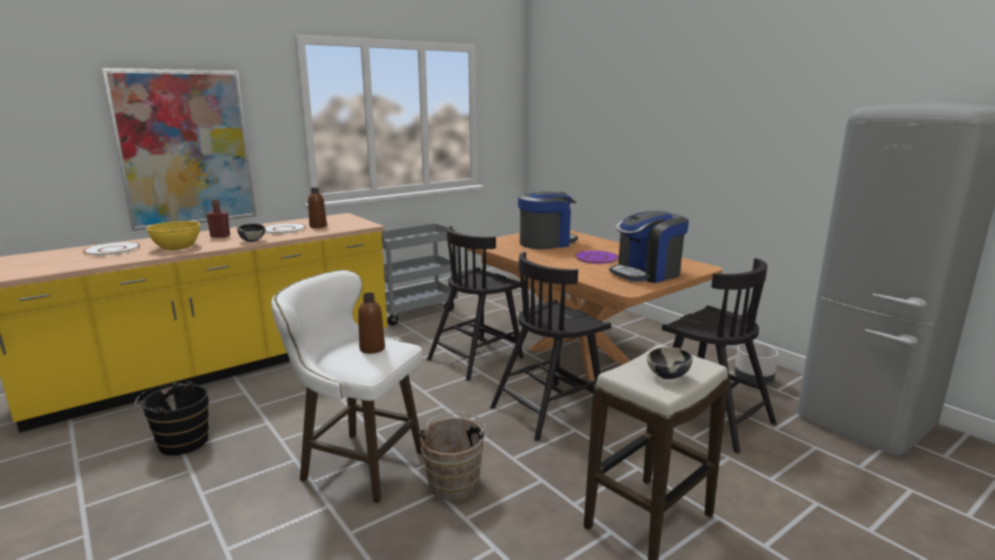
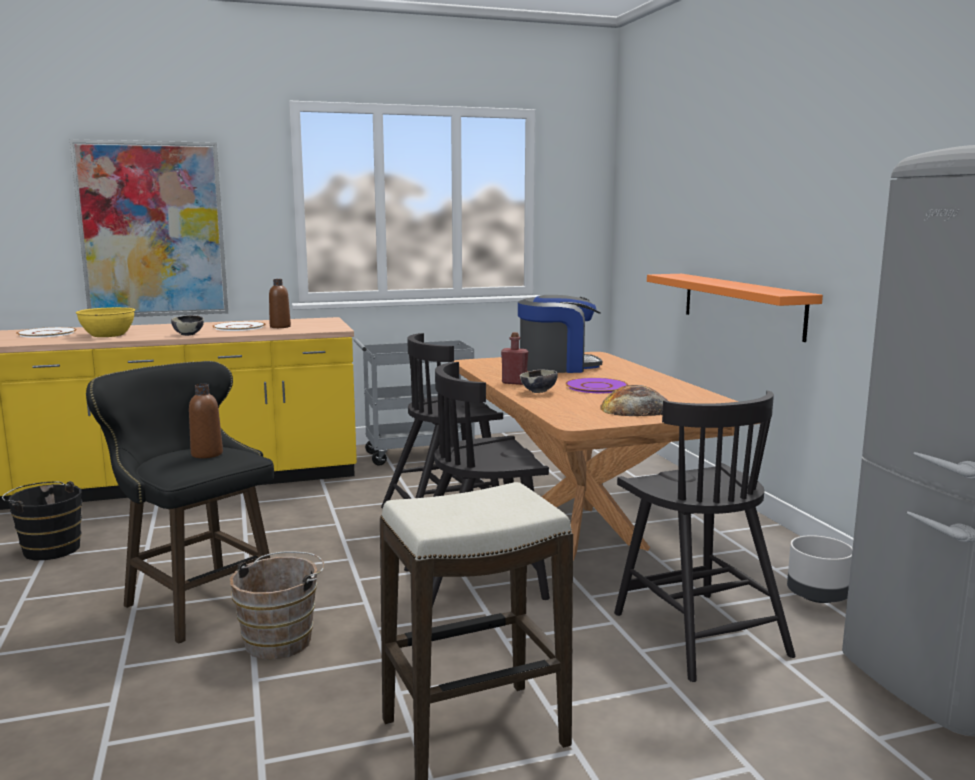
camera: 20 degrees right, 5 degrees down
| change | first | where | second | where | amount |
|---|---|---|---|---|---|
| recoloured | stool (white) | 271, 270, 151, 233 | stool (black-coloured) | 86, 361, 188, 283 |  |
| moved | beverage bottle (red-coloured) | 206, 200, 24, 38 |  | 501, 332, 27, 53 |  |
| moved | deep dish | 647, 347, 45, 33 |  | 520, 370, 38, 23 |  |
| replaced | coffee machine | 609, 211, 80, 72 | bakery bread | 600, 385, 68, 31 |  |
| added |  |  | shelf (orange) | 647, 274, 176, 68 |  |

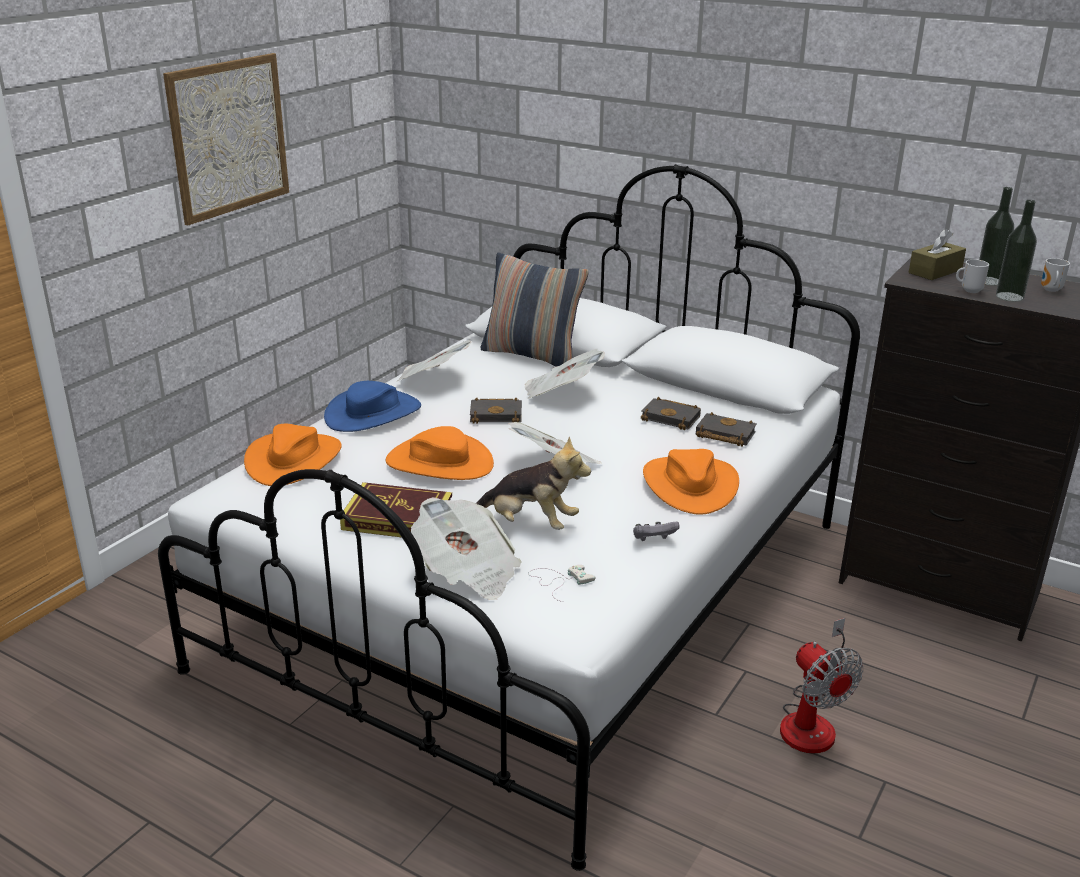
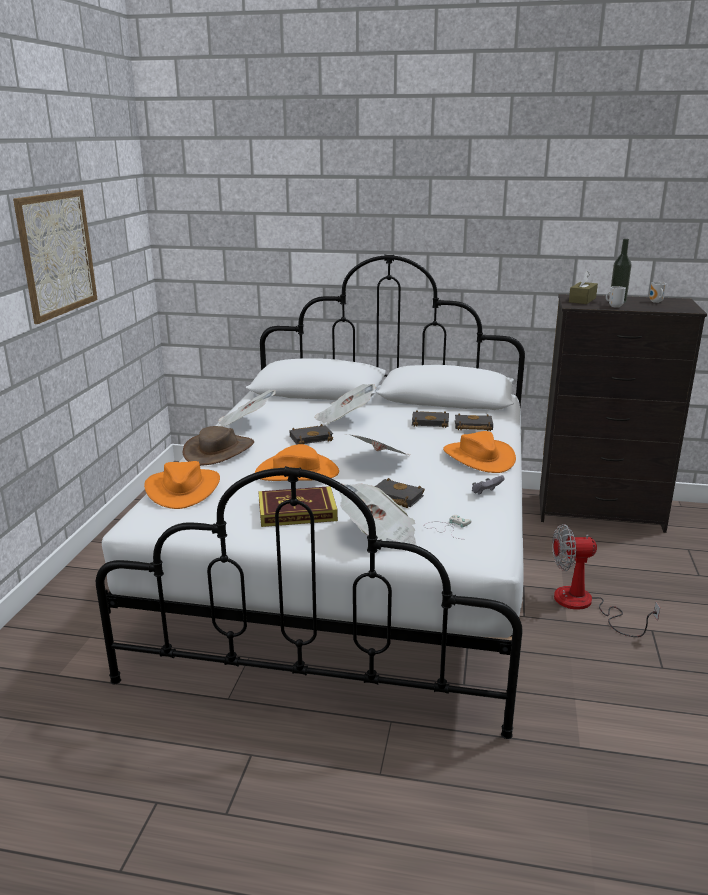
camera: 20 degrees left, 5 degrees down
| change | first | where | second | where | amount |
|---|---|---|---|---|---|
| recoloured | wearable hat (blue) | 324, 381, 97, 51 | wearable hat (brown) | 183, 426, 71, 40 |  |
| replaced | plush toy | 476, 437, 115, 93 | book (black-coloured) | 375, 478, 50, 30 |  |
| turned | cooling fan | 780, 618, 83, 136 |  | 552, 524, 108, 113 | 135 degrees clockwise |
| removed | throw pillow | 481, 253, 108, 114 |  |  |  |
| removed | beverage bottle | 996, 200, 41, 102 |  |  |  |

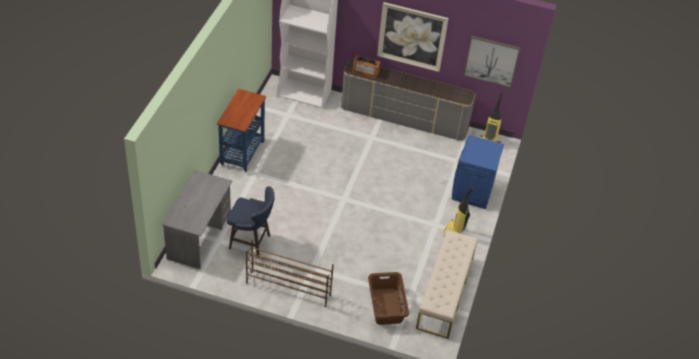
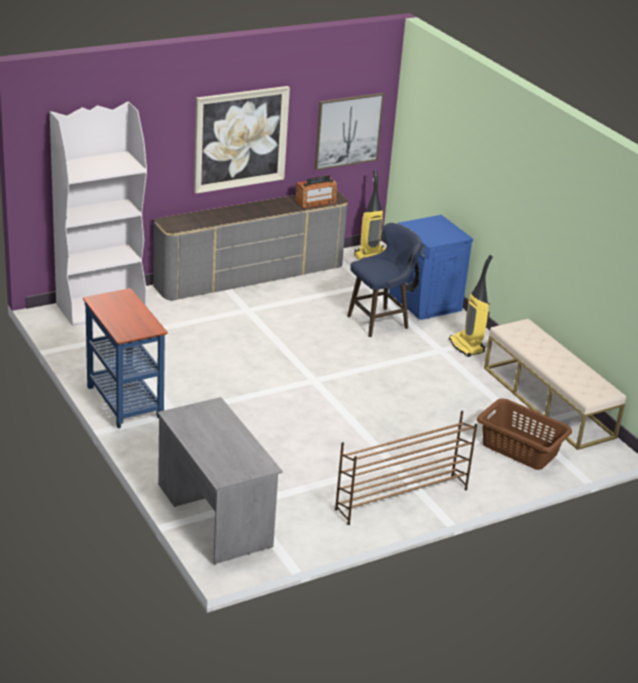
camera: 45 degrees left, 15 degrees down
| change | first | where | second | where | amount |
|---|---|---|---|---|---|
| moved | radio | 352, 55, 28, 24 |  | 295, 175, 42, 33 |  |
| moved | stool (blue) | 227, 186, 47, 71 |  | 347, 223, 75, 114 |  |

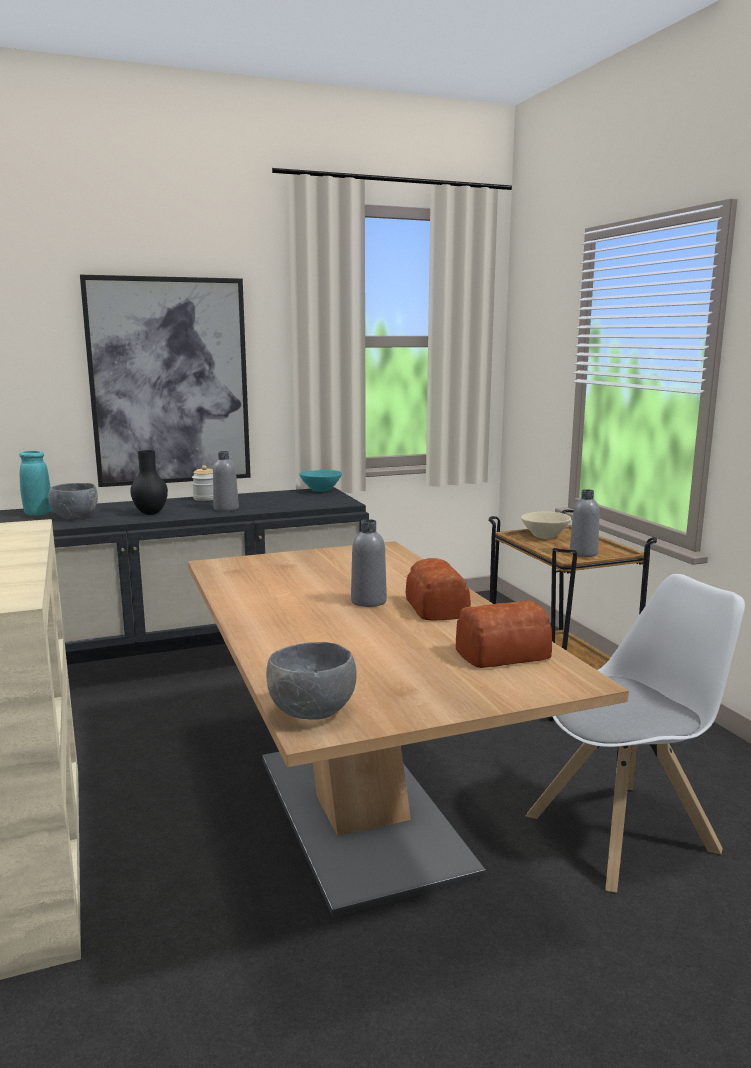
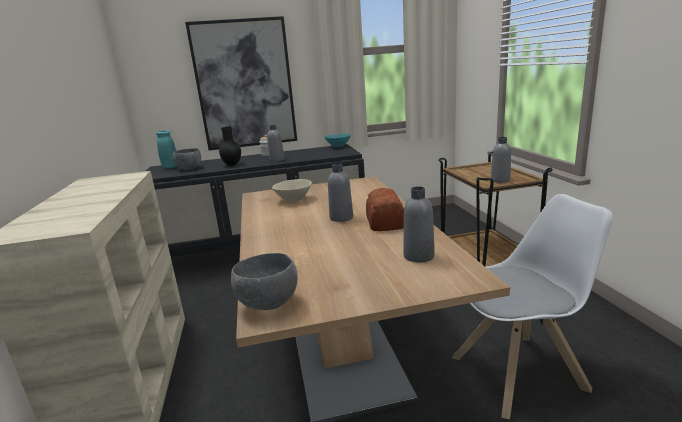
camera: 10 degrees right, 5 degrees up
| change | first | where | second | where | amount |
|---|---|---|---|---|---|
| moved | deep dish (beige) | 521, 511, 50, 28 |  | 272, 179, 40, 23 |  |
| replaced | bakery bread | 456, 600, 96, 68 | beverage bottle (gray) | 403, 186, 32, 77 |  |

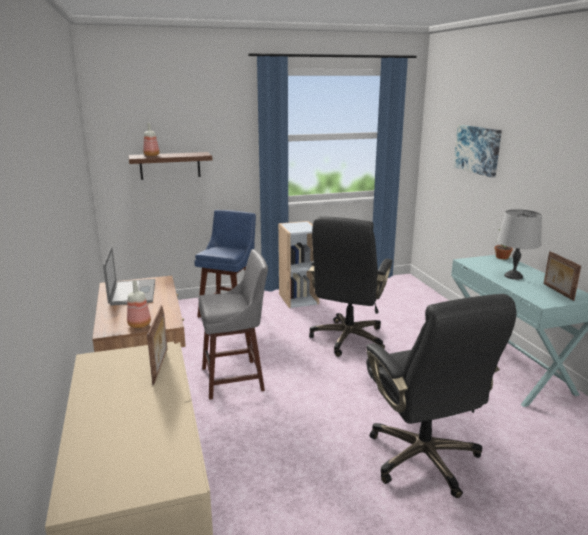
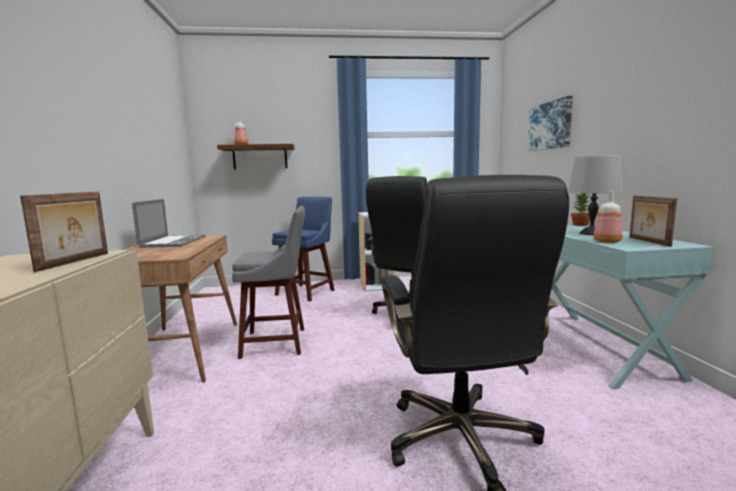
camera: 10 degrees right, 10 degrees down
| change | first | where | second | where | amount |
|---|---|---|---|---|---|
| moved | beverage bottle | 127, 281, 24, 47 |  | 593, 191, 30, 52 |  |

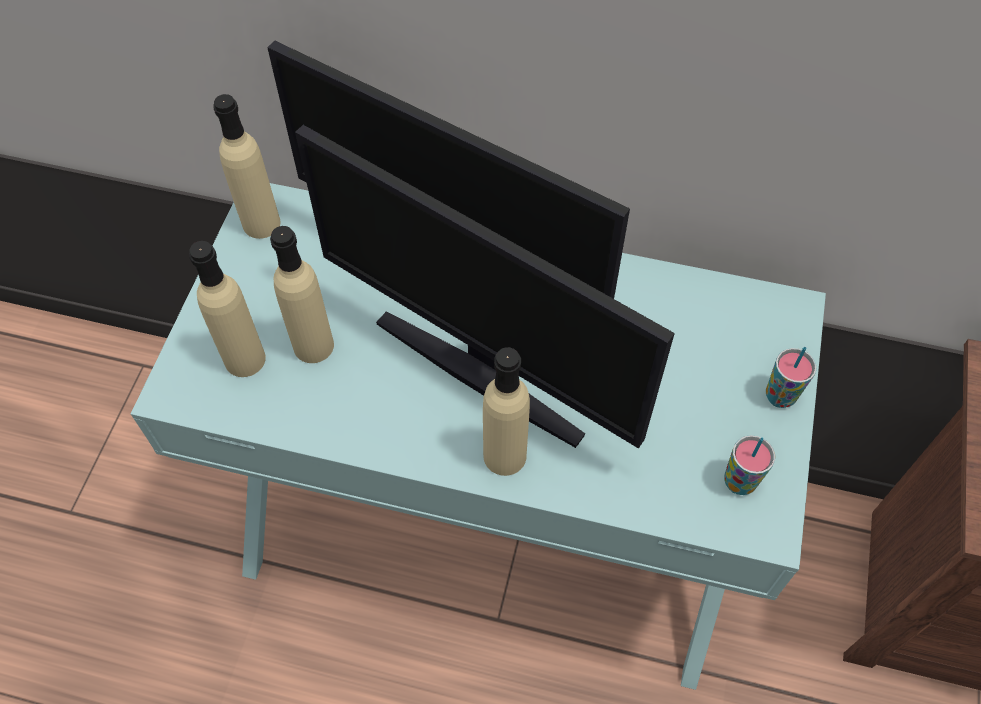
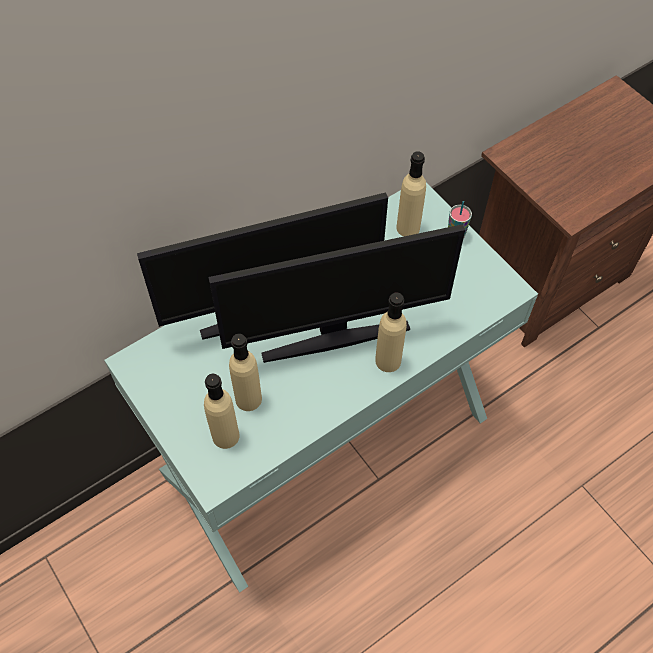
camera: 50 degrees left, 0 degrees up
| change | first | where | second | where | amount |
|---|---|---|---|---|---|
| moved | beverage bottle (beige) | 213, 94, 67, 145 |  | 396, 151, 30, 85 |  |
| removed | small cup | 724, 435, 51, 60 |  |  |  |

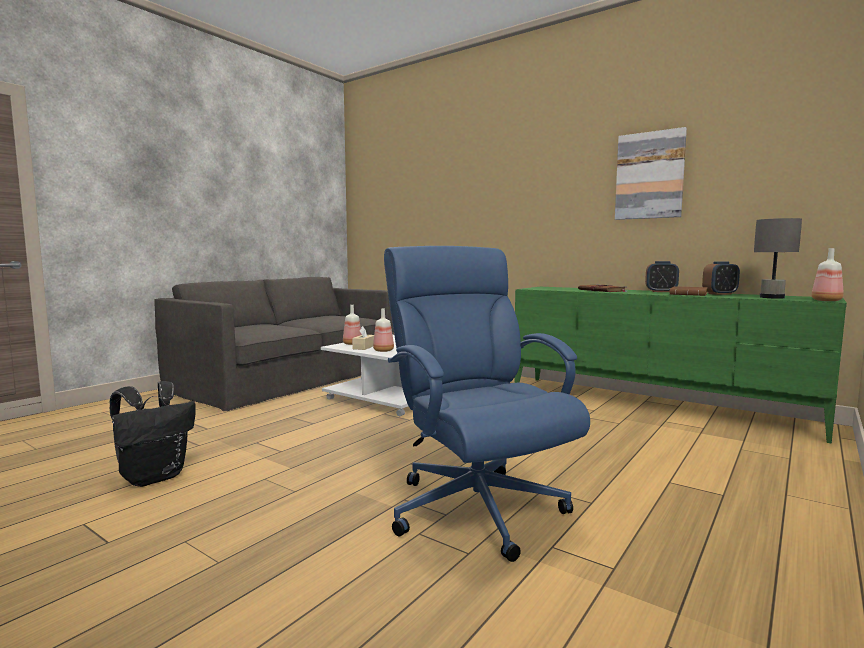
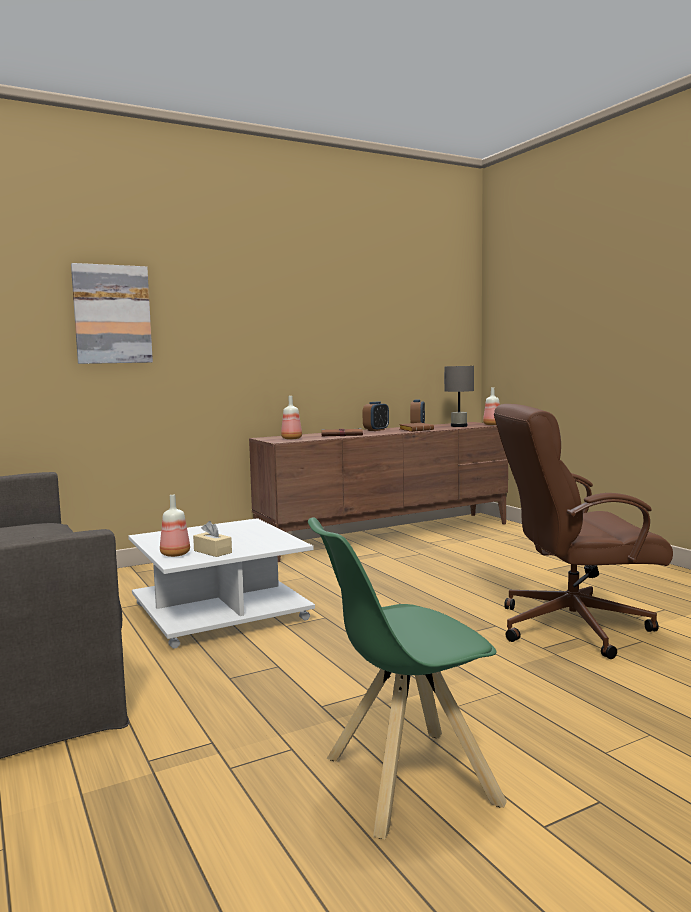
camera: 65 degrees left, 0 degrees up
| change | first | where | second | where | amount |
|---|---|---|---|---|---|
| moved | picture | 615, 127, 72, 93 |  | 71, 263, 82, 101 |  |
| recoloured | cupboard (greenish) | 514, 287, 333, 157 | cupboard (brown) | 249, 422, 259, 140 |  |
| moved | beverage bottle | 373, 309, 21, 43 |  | 281, 396, 21, 44 |  |
| replaced | backpack (black-coloured) | 110, 381, 86, 106 | upright chair (greenish) | 308, 518, 199, 321 |  |
| recoloured | computer chair (blue) | 384, 246, 206, 316 | computer chair (brown) | 494, 404, 179, 255 |  |

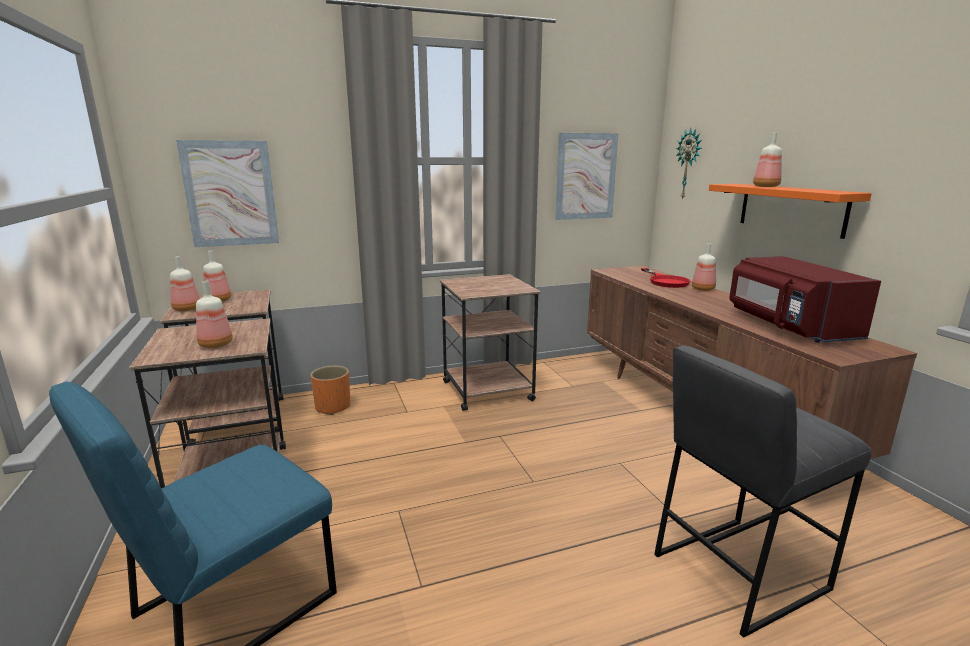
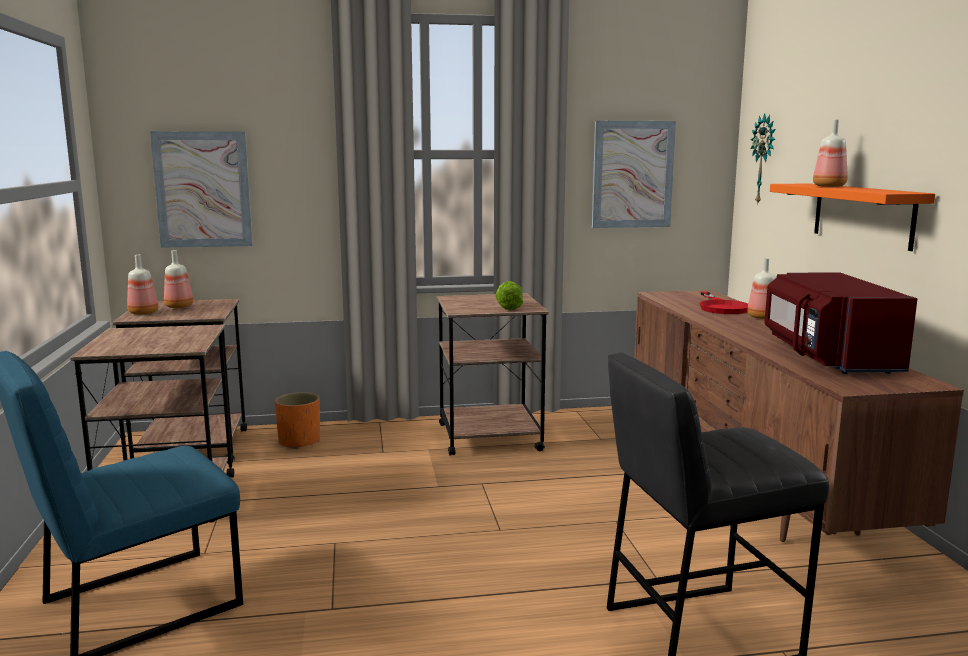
camera: 10 degrees right, 5 degrees down
| change | first | where | second | where | amount |
|---|---|---|---|---|---|
| added |  |  | lettuce head | 495, 281, 28, 29 |  |
| removed | beverage bottle | 196, 281, 37, 67 |  |  |  |

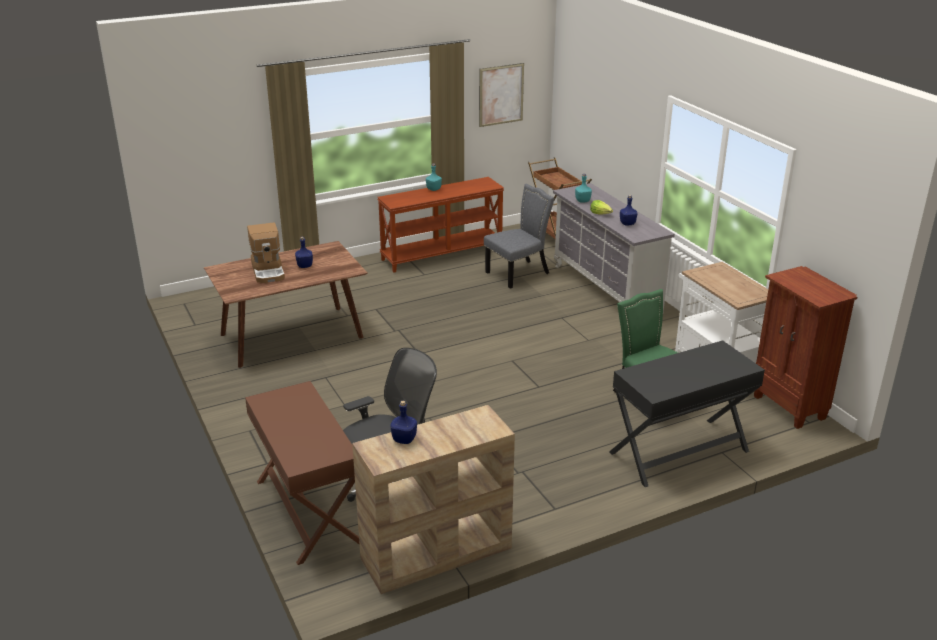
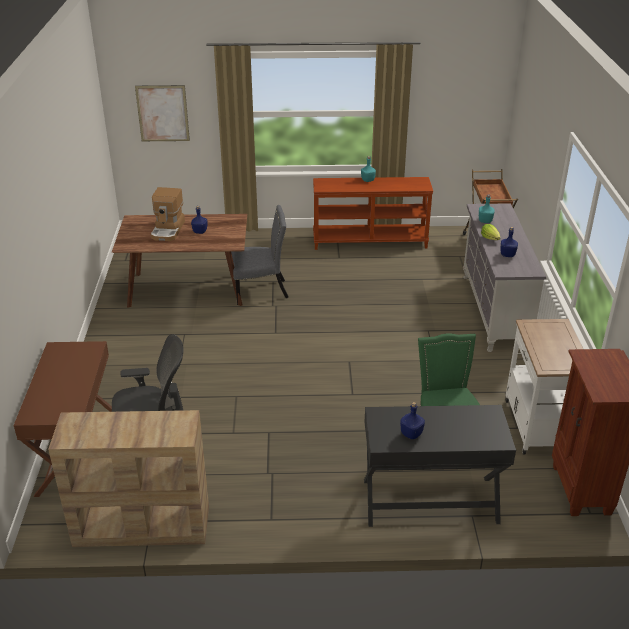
camera: 25 degrees right, 5 degrees up
| change | first | where | second | where | amount |
|---|---|---|---|---|---|
| moved | picture | 479, 63, 45, 64 |  | 135, 85, 55, 56 |  |
| moved | upright chair (gray) | 484, 184, 71, 105 |  | 231, 205, 58, 100 |  |
| moved | beverage bottle (blue) | 391, 401, 26, 43 |  | 400, 402, 25, 37 |  |

